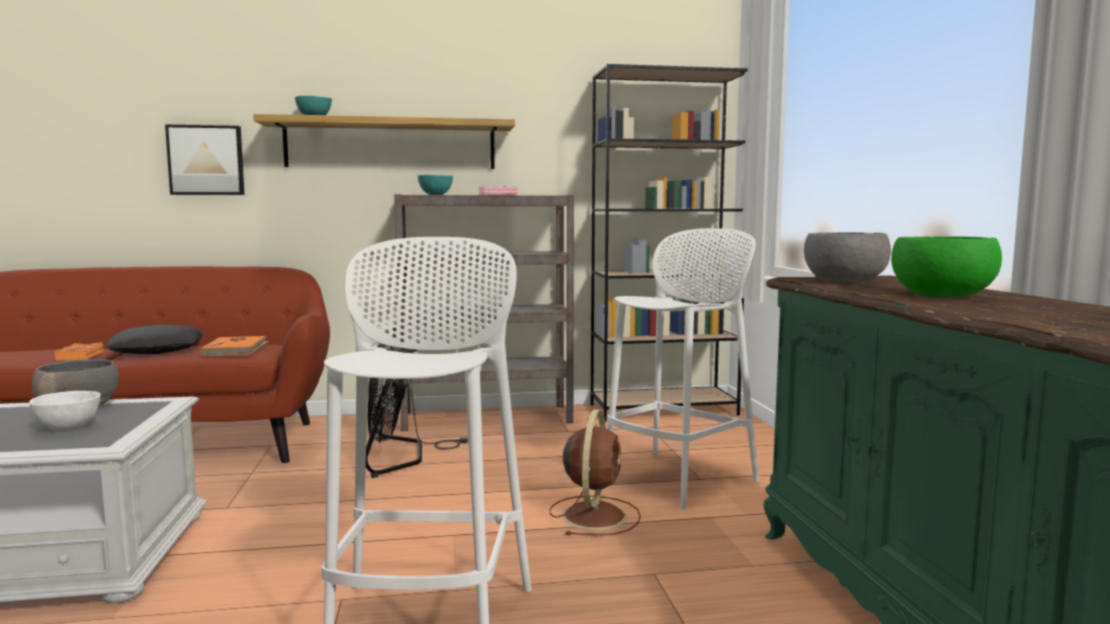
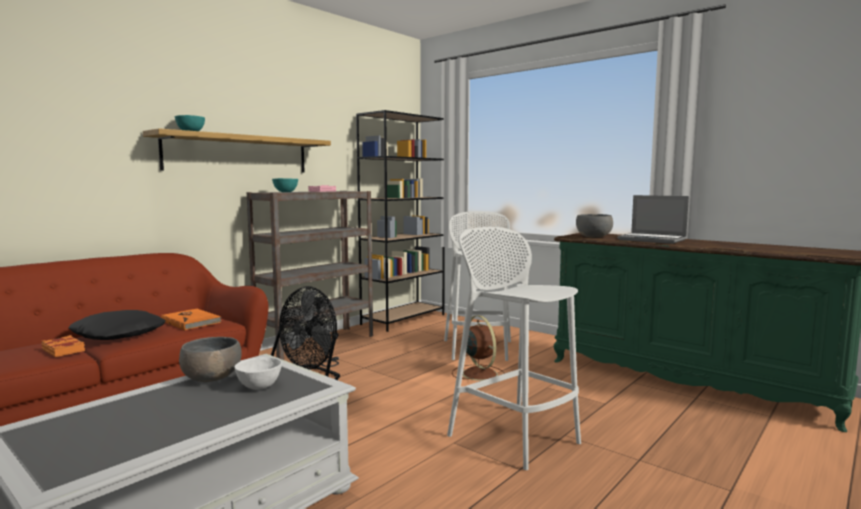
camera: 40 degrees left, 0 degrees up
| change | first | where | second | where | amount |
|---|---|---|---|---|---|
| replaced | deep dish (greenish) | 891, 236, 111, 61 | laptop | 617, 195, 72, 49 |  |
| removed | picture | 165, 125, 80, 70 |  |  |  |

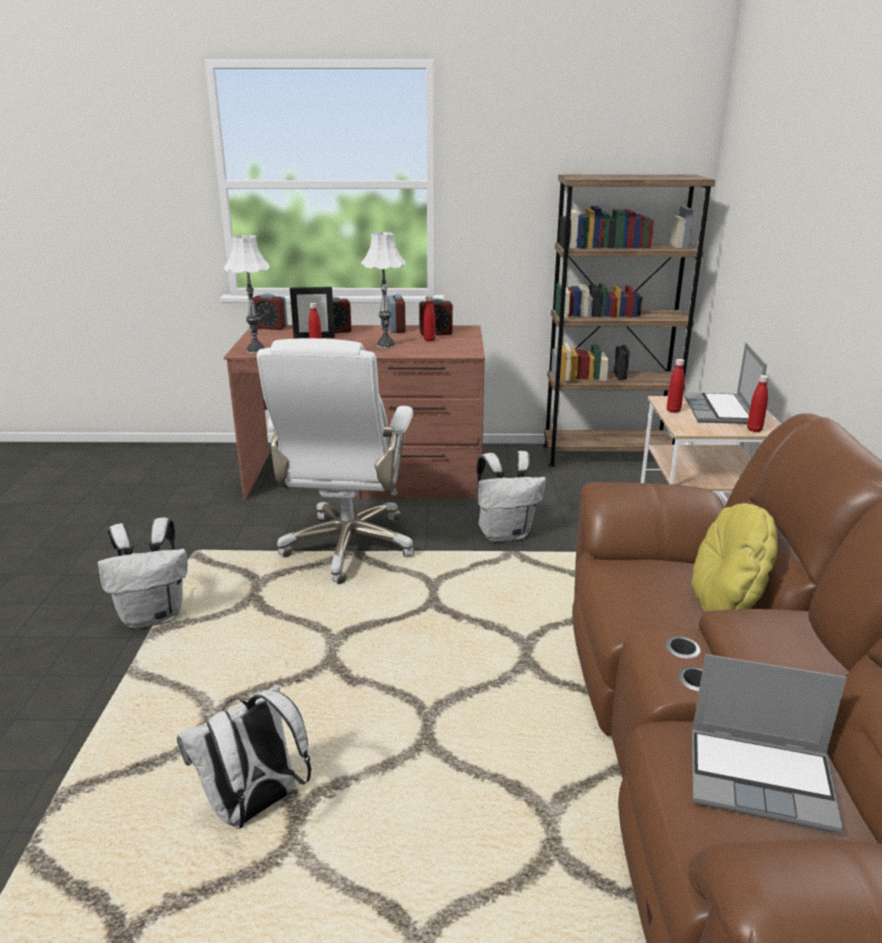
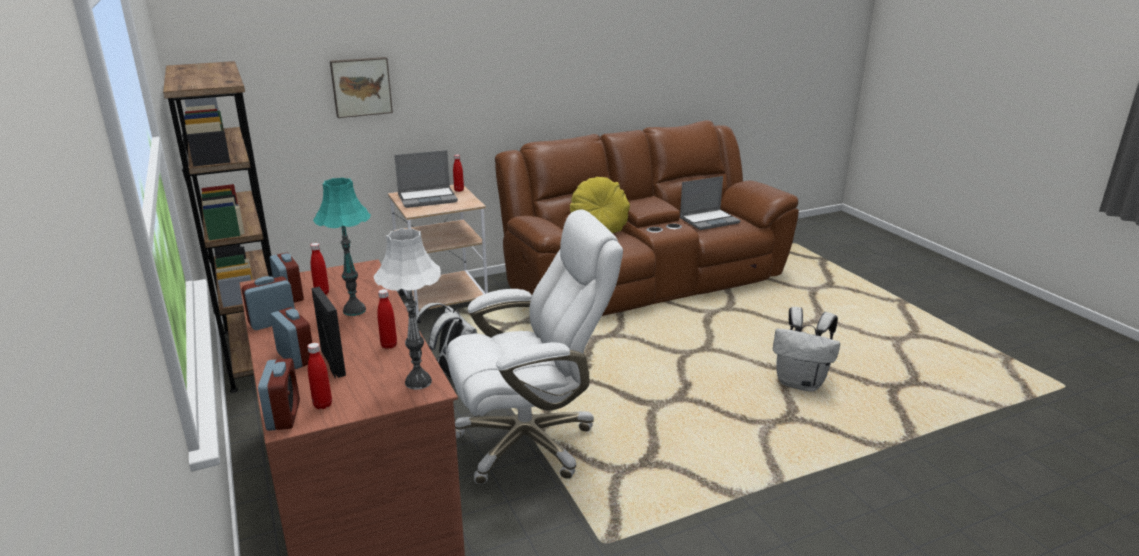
camera: 115 degrees left, 0 degrees up
| change | first | where | second | where | amount |
|---|---|---|---|---|---|
| moved | beverage bottle (red-coloured) | 667, 359, 18, 54 |  | 307, 343, 25, 66 |  |
| recoloured | table lamp (white) | 361, 232, 45, 116 | table lamp (blue-green) | 313, 177, 58, 139 |  |
| added |  |  | picture | 330, 57, 63, 61 |  |
| turned | laptop | 692, 654, 155, 179 |  | 680, 176, 61, 54 | 75 degrees clockwise |
| removed | backpack (white) | 98, 518, 90, 111 |  |  |  |

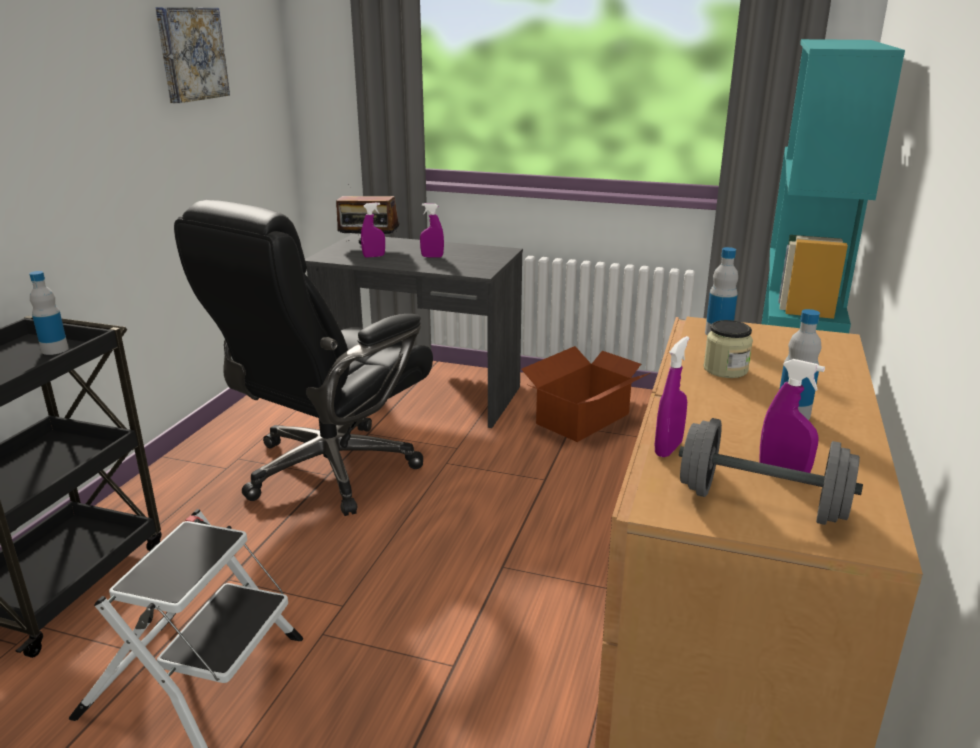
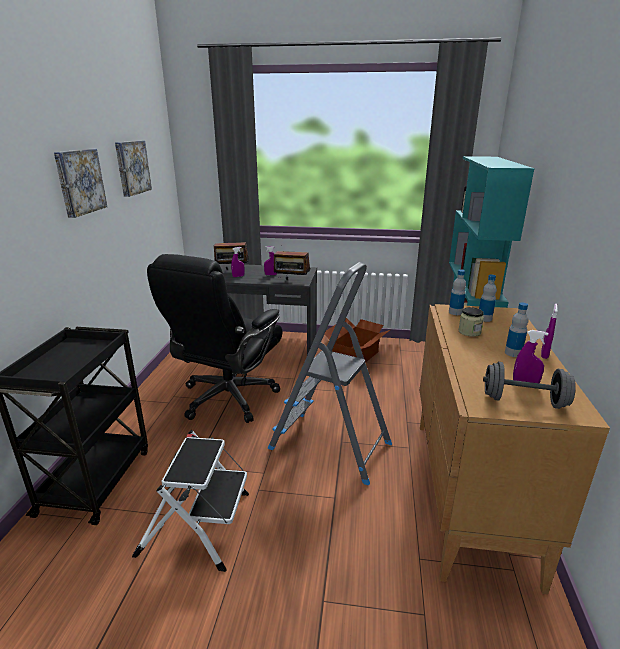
camera: 10 degrees left, 0 degrees up
| change | first | where | second | where | amount |
|---|---|---|---|---|---|
| added |  |  | picture | 54, 149, 53, 69 |  |
| added |  |  | step ladder (gray) | 268, 262, 124, 223 |  |
| added |  |  | radio | 274, 245, 36, 35 |  |
| moved | beverage bottle | 29, 271, 39, 84 |  | 479, 275, 18, 47 |  |
| moved | sprayer (purple-coloured) | 655, 336, 34, 121 |  | 541, 303, 17, 56 |  |

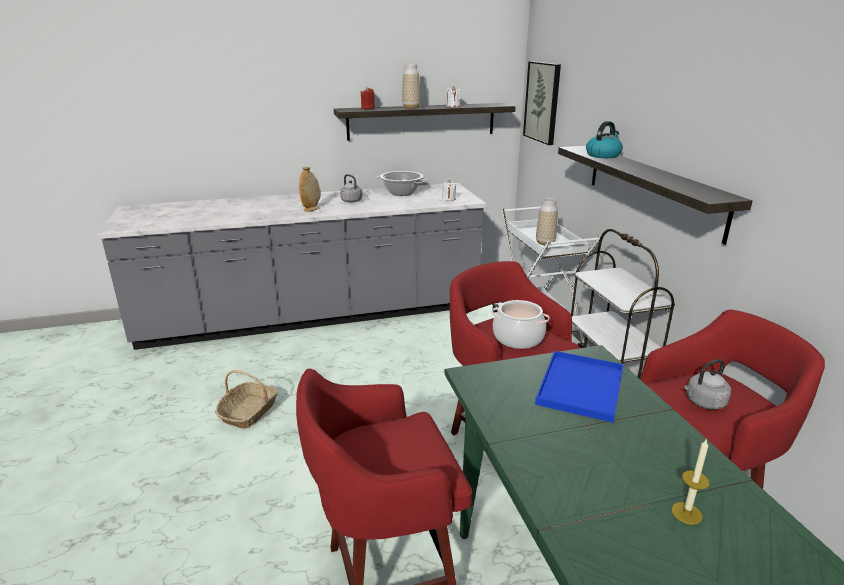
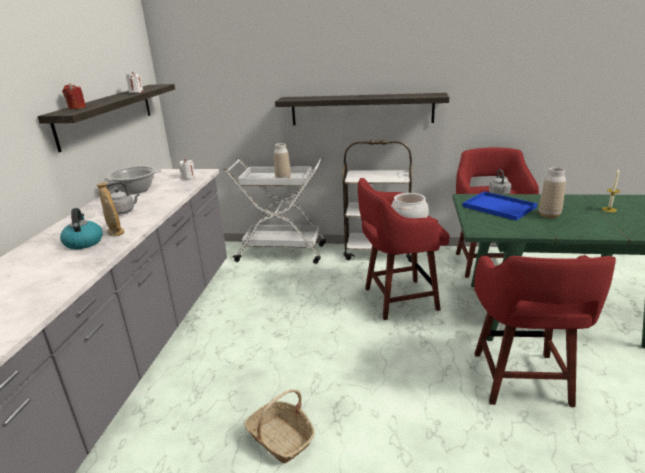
camera: 65 degrees left, 0 degrees up
| change | first | where | second | where | amount |
|---|---|---|---|---|---|
| moved | water kettle | 586, 121, 37, 37 |  | 60, 208, 43, 41 |  |
| moved | flower vase | 402, 64, 18, 45 |  | 539, 167, 27, 51 |  |
| removed | picture | 523, 61, 38, 84 |  |  |  |

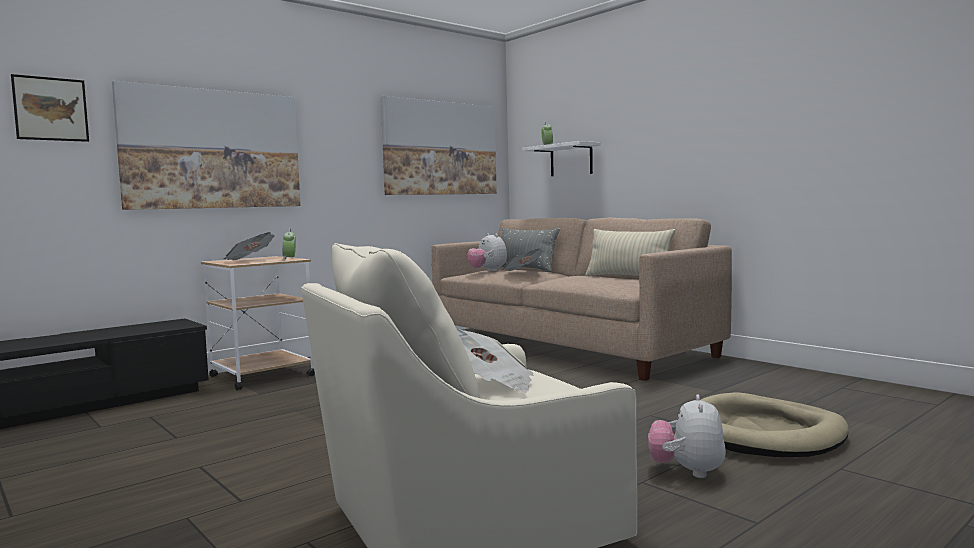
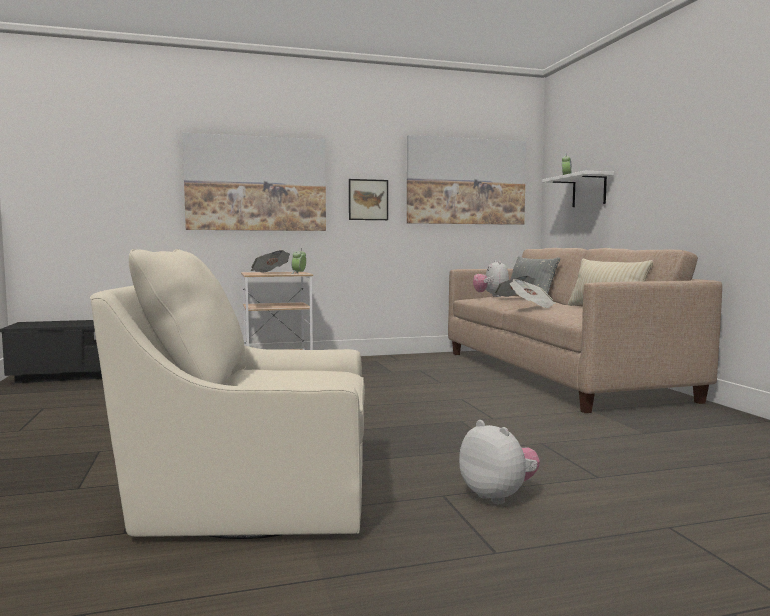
camera: 25 degrees right, 0 degrees up
| change | first | where | second | where | amount |
|---|---|---|---|---|---|
| moved | picture | 11, 74, 78, 68 |  | 349, 179, 39, 41 |  |
| turned | plush toy | 648, 394, 78, 84 |  | 459, 420, 81, 84 | 105 degrees clockwise |
| moved | printed paper | 457, 329, 76, 63 |  | 510, 279, 46, 29 |  |
| removed | pet bed (beige) | 700, 393, 149, 64 |  |  |  |

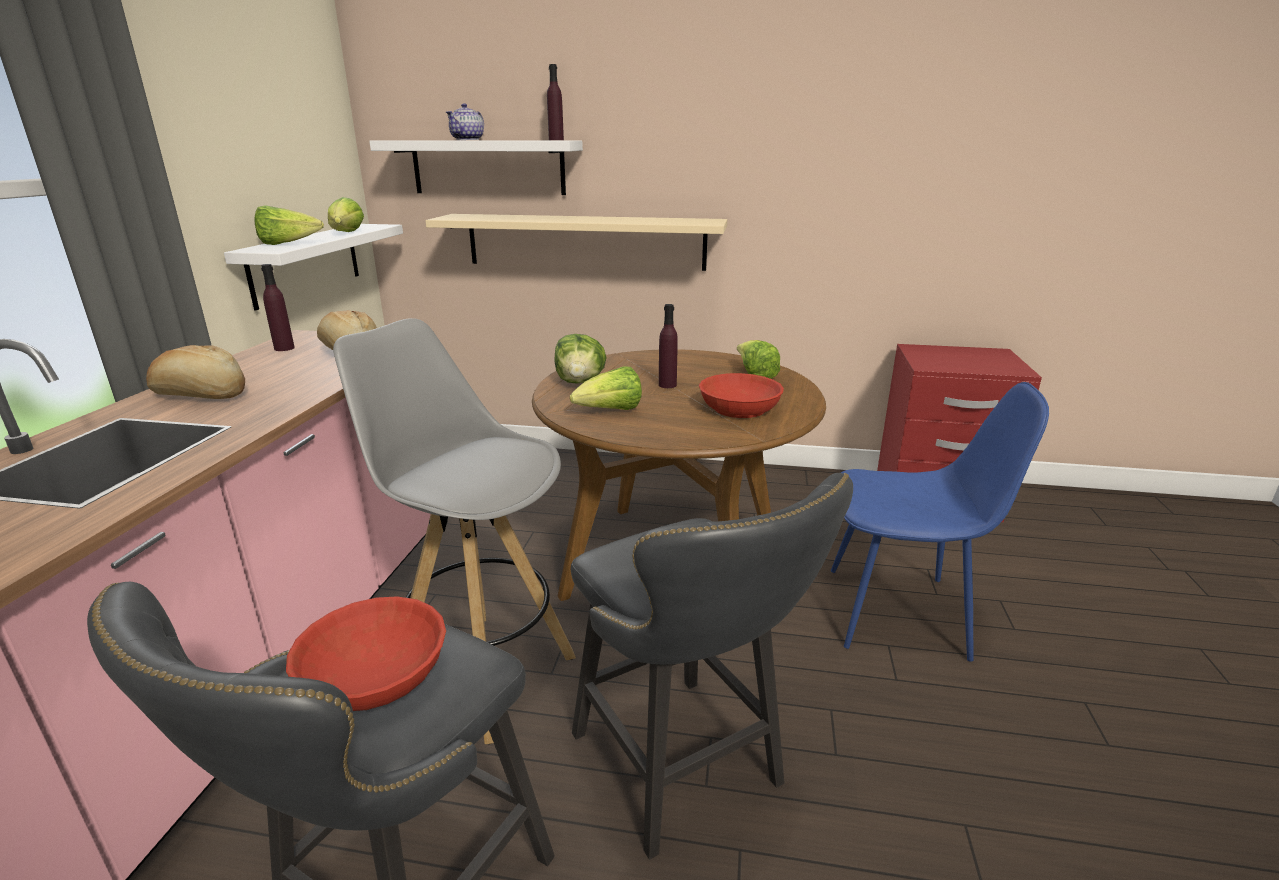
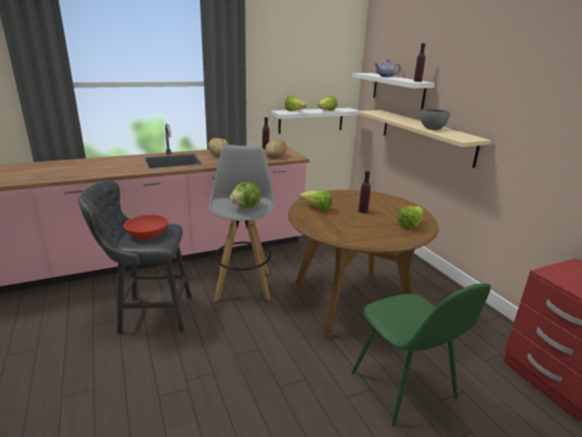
camera: 55 degrees right, 0 degrees up
| change | first | where | second | where | amount |
|---|---|---|---|---|---|
| moved | lettuce head | 554, 334, 53, 50 |  | 230, 182, 31, 25 |  |
| recoloured | upright chair (blue) | 831, 382, 218, 279 | upright chair (greenish) | 351, 283, 140, 143 |  |
| added |  |  | deep dish (gray) | 420, 109, 30, 21 |  |
| removed | stool (gray) | 571, 473, 282, 387 |  |  |  |
| removed | deep dish (red-coloured) | 699, 373, 85, 45 |  |  |  |

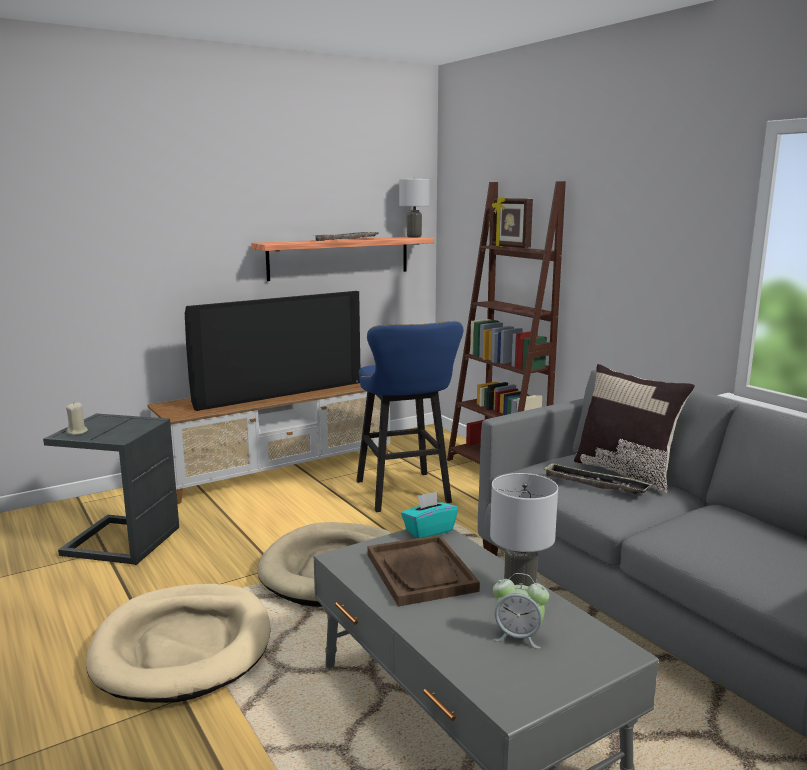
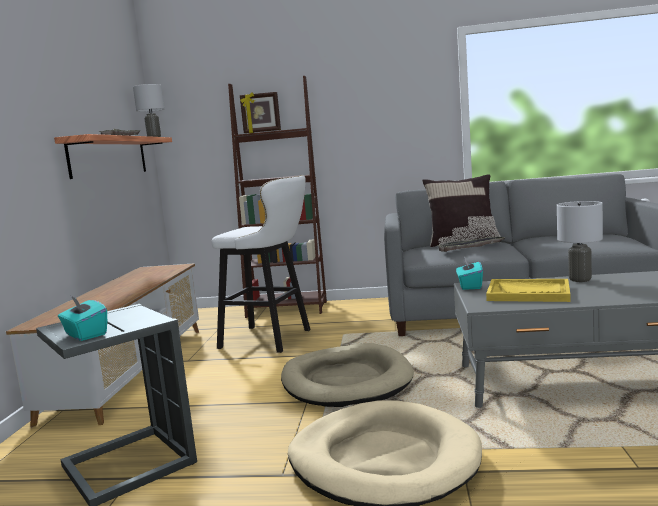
camera: 50 degrees left, 5 degrees down
| change | first | where | second | where | amount |
|---|---|---|---|---|---|
| replaced | candle (beige) | 66, 403, 22, 32 | box of tissues (blue-green) | 58, 295, 49, 46 |  |
| recoloured | stool (blue) | 356, 321, 107, 191 | stool (white) | 211, 175, 100, 178 |  |
| recoloured | tray (brown) | 367, 535, 113, 72 | tray (yellowish) | 486, 279, 85, 23 |  |
| removed | TV | 185, 291, 175, 120 |  |  |  |
| removed | alarm clock | 493, 573, 56, 76 |  |  |  |

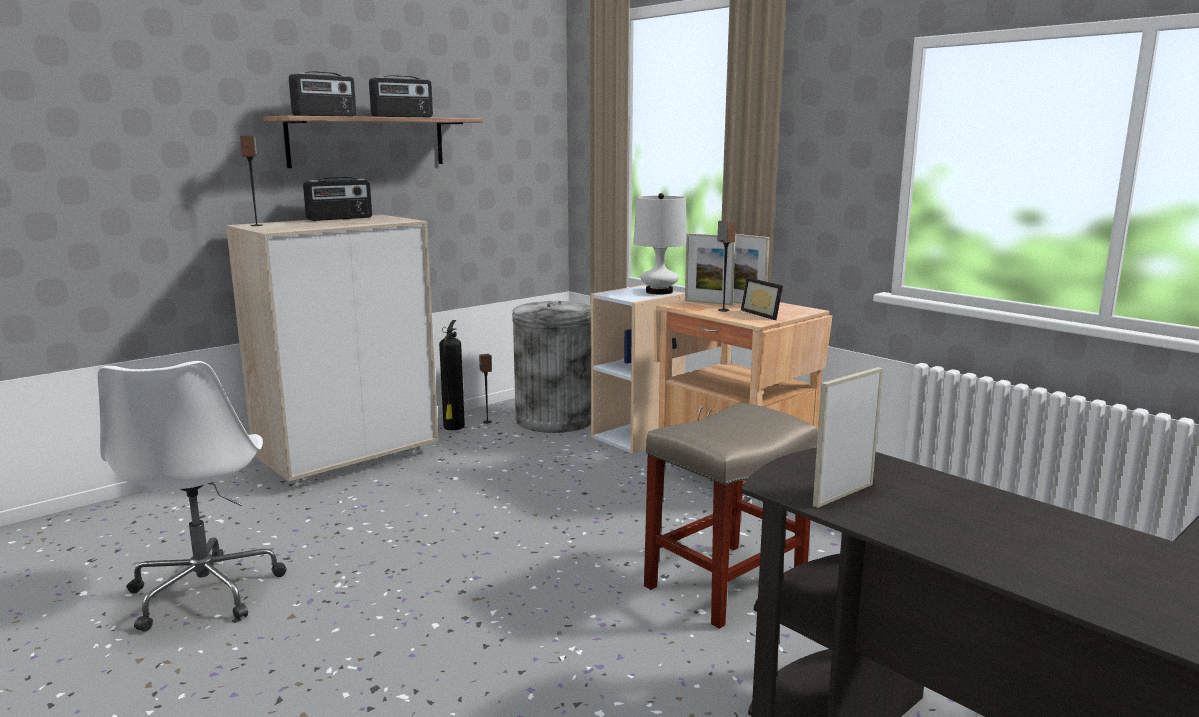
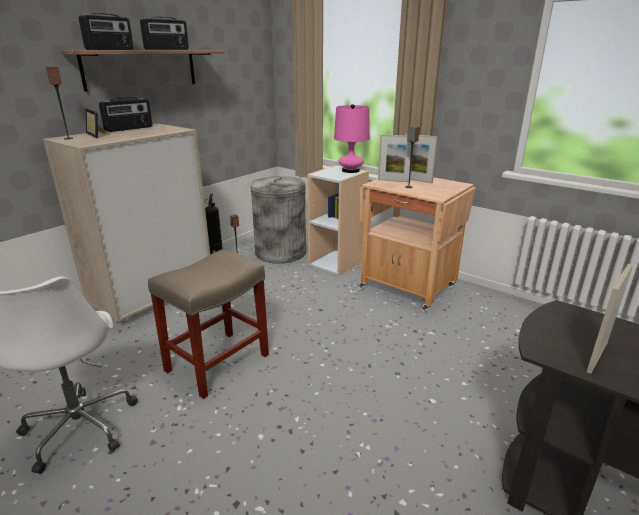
camera: 10 degrees left, 10 degrees up
| change | first | where | second | where | amount |
|---|---|---|---|---|---|
| moved | picture frame | 741, 277, 42, 43 |  | 85, 109, 21, 29 |  |
| moved | stool (beige) | 644, 403, 174, 226 |  | 148, 250, 121, 149 |  |
| recoloured | table lamp (white) | 633, 193, 54, 101 | table lamp (pinkish) | 334, 104, 36, 69 |  |

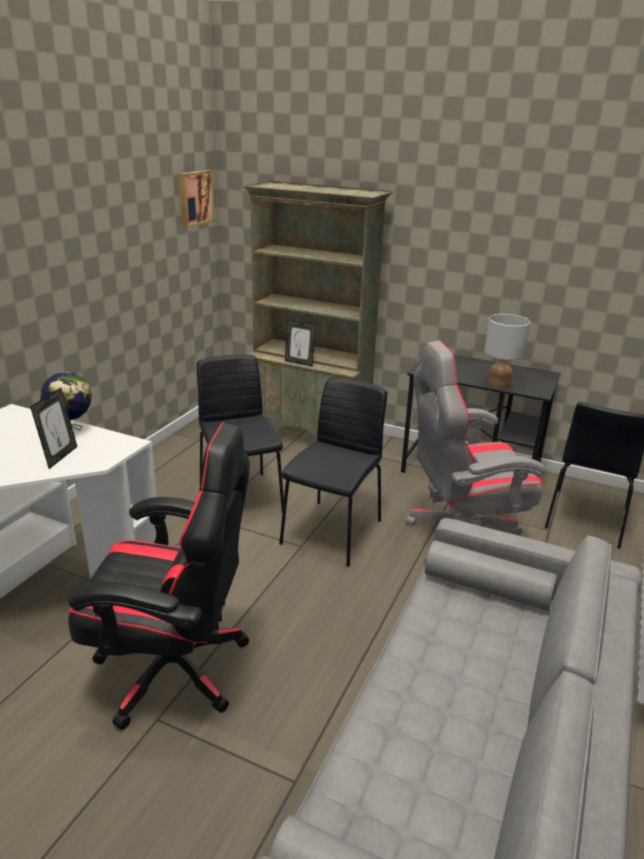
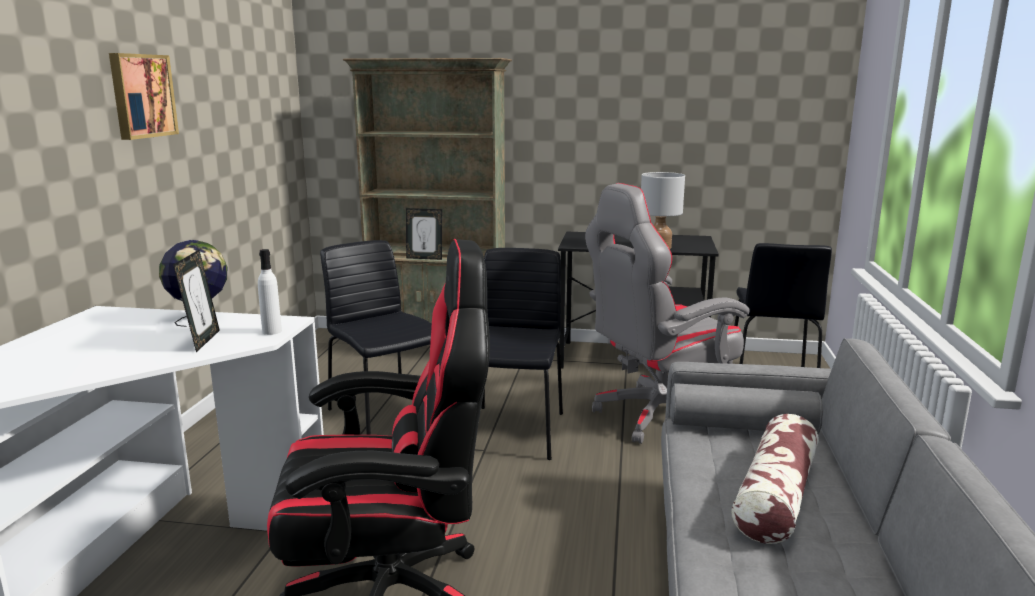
camera: 15 degrees left, 10 degrees down
| change | first | where | second | where | amount |
|---|---|---|---|---|---|
| moved | picture | 179, 170, 36, 57 |  | 109, 53, 70, 87 |  |
| added |  |  | beverage bottle (white) | 258, 249, 24, 86 |  |
| added |  |  | throw pillow | 731, 414, 87, 130 |  |

